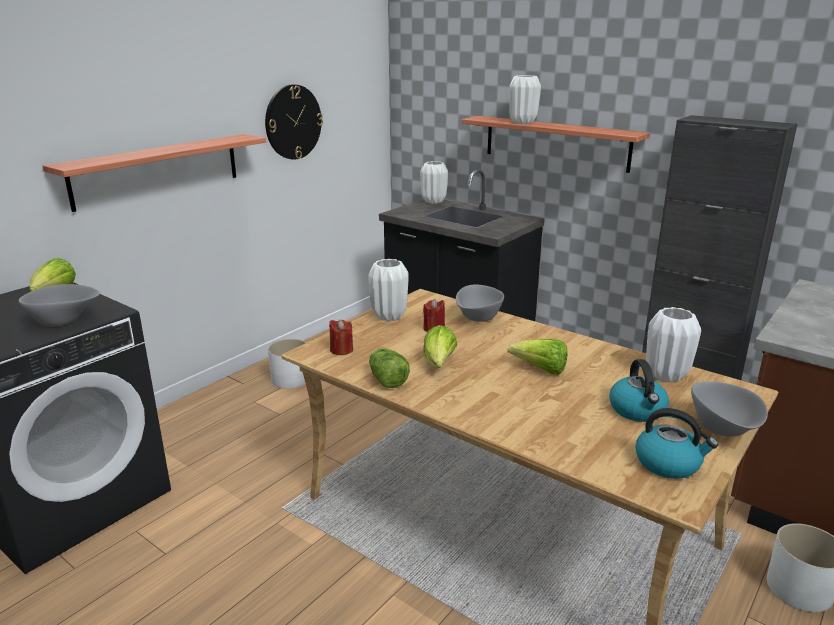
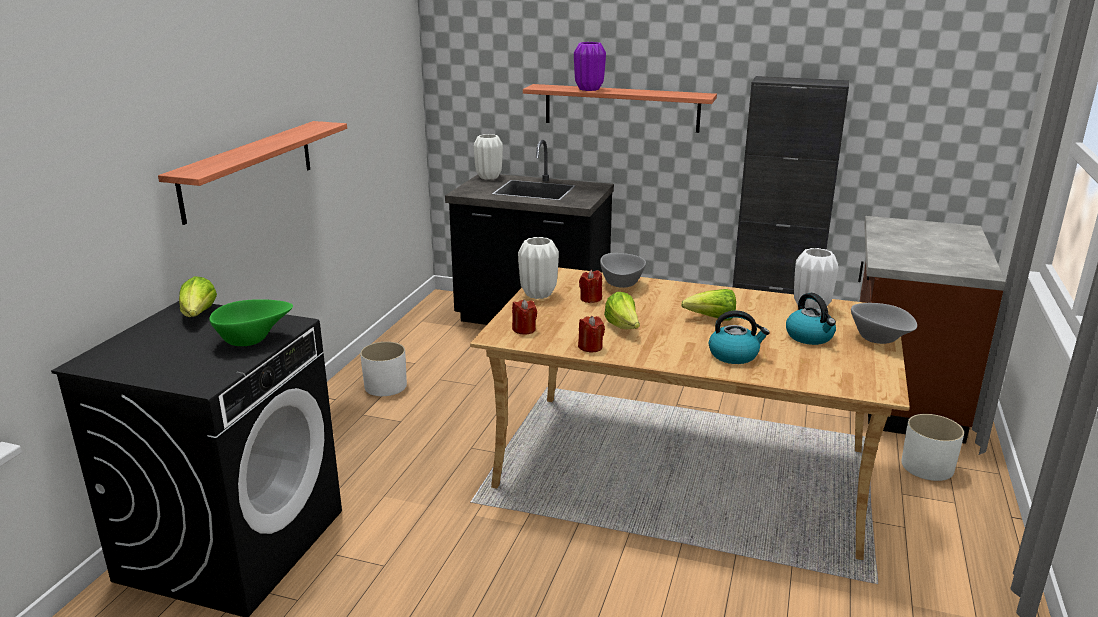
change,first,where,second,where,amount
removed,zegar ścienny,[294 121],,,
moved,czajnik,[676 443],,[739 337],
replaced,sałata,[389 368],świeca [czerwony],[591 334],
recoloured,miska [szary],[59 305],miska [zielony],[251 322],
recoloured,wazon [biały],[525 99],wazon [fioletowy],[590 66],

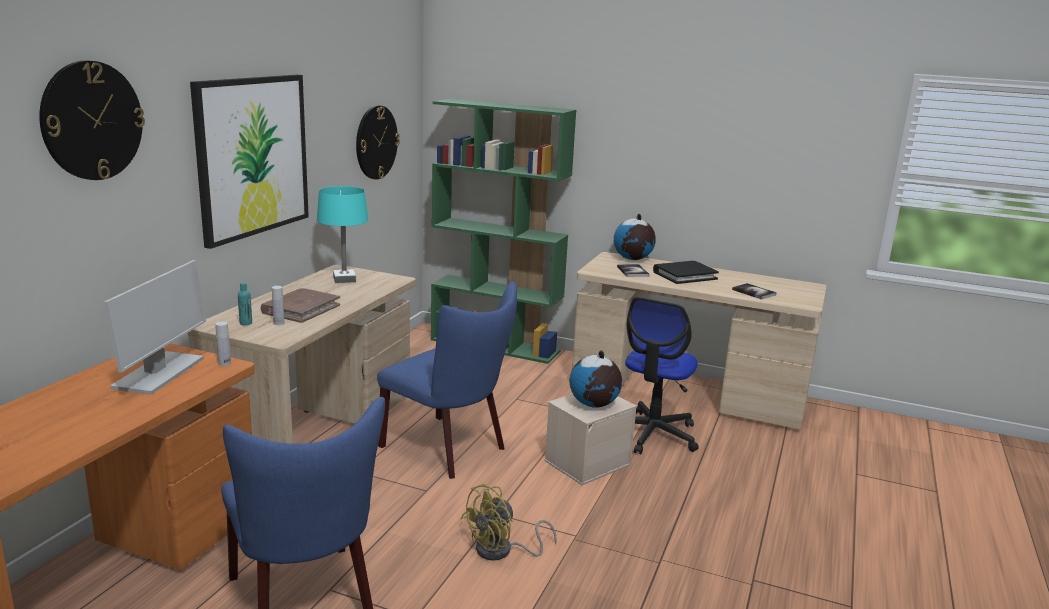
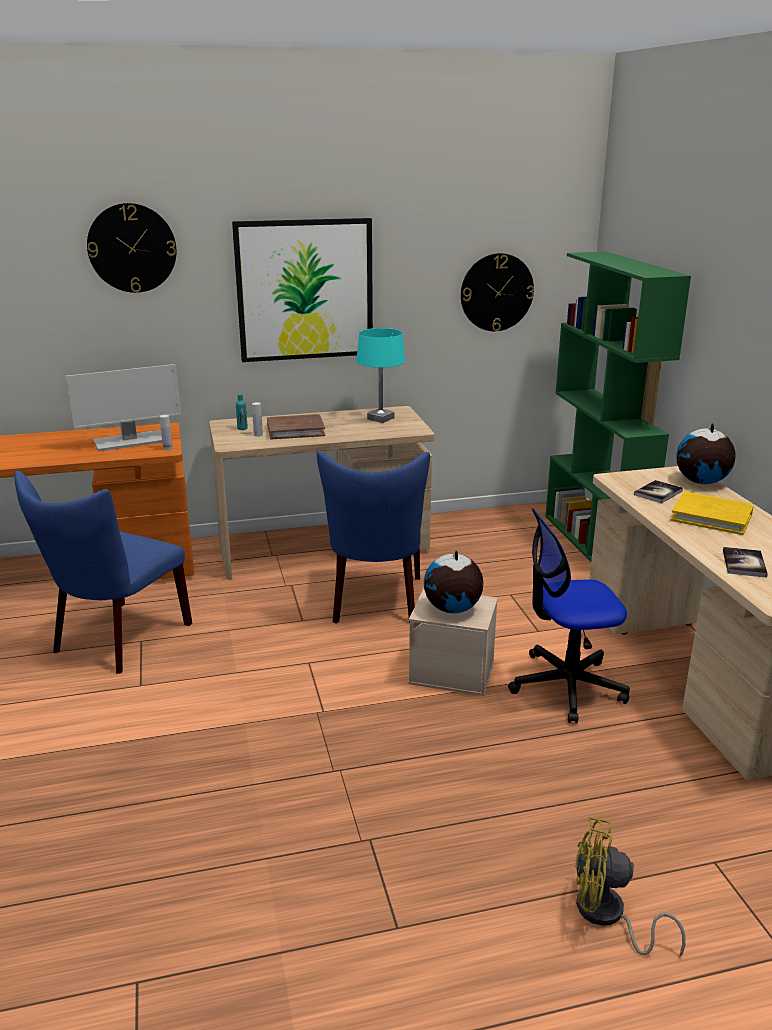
change,first,where,second,where,amount
moved,wentylator [żółty],[509 522],,[630 887],
recoloured,książka [czarny],[686 272],książka [żółty],[712 513],

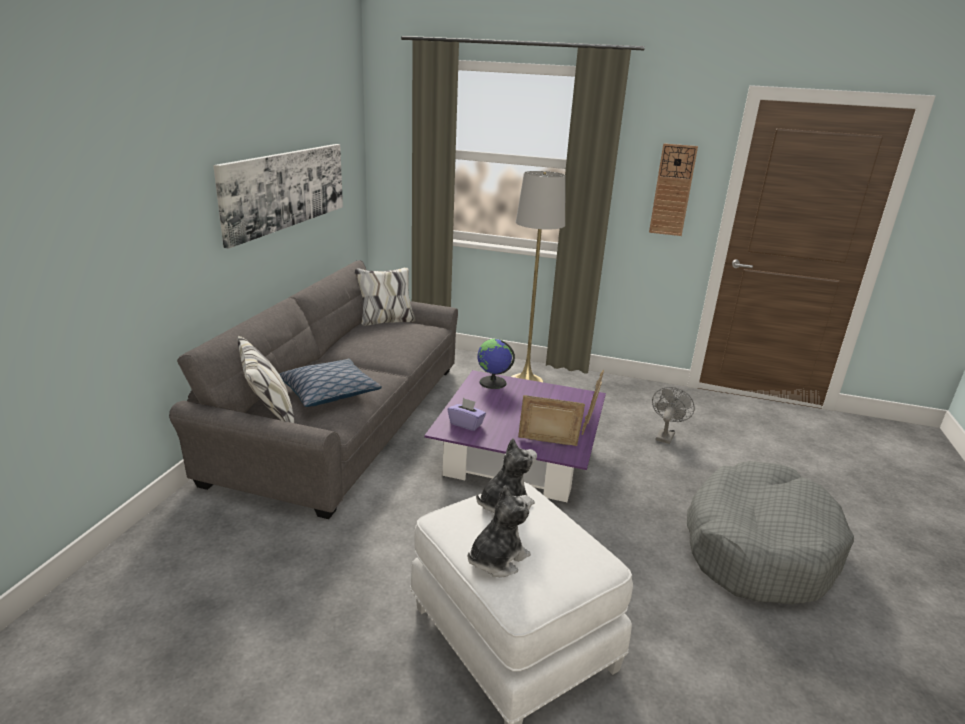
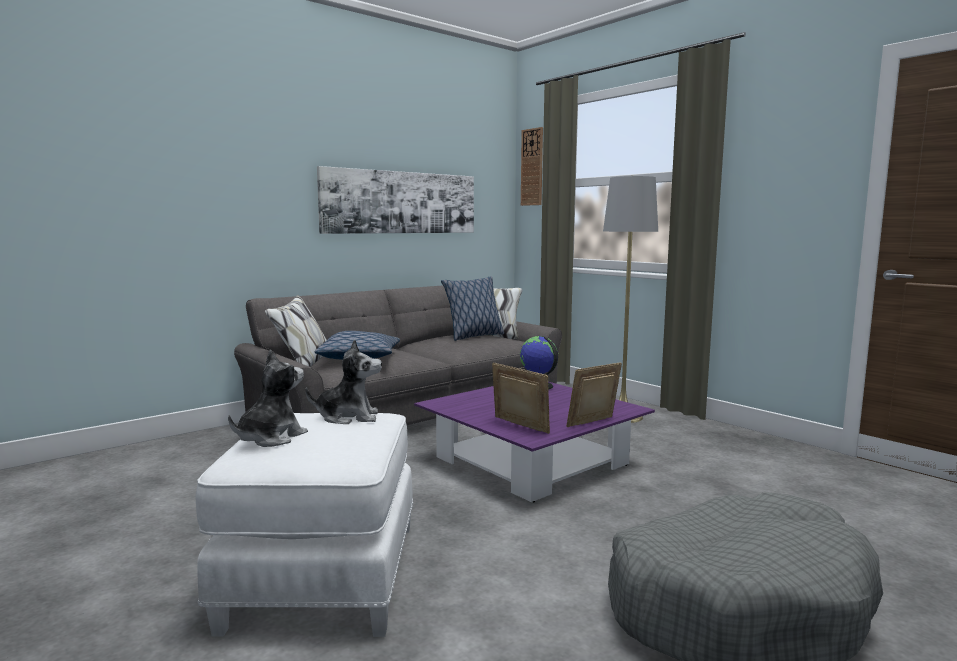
change,first,where,second,where,amount
removed,pudełko chusteczek [fioletowy],[467 414],,,
removed,wentylator [szary],[673 415],,,
added,,,poduszka,[472 308],
moved,zegar ścienny,[673 189],,[532 166],
turned,pluszak,[500 531],,[268 398],45 degrees counterclockwise

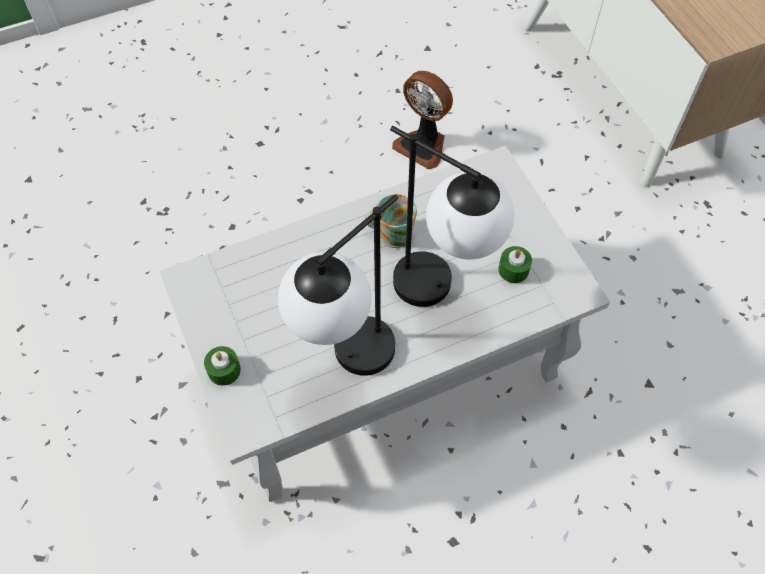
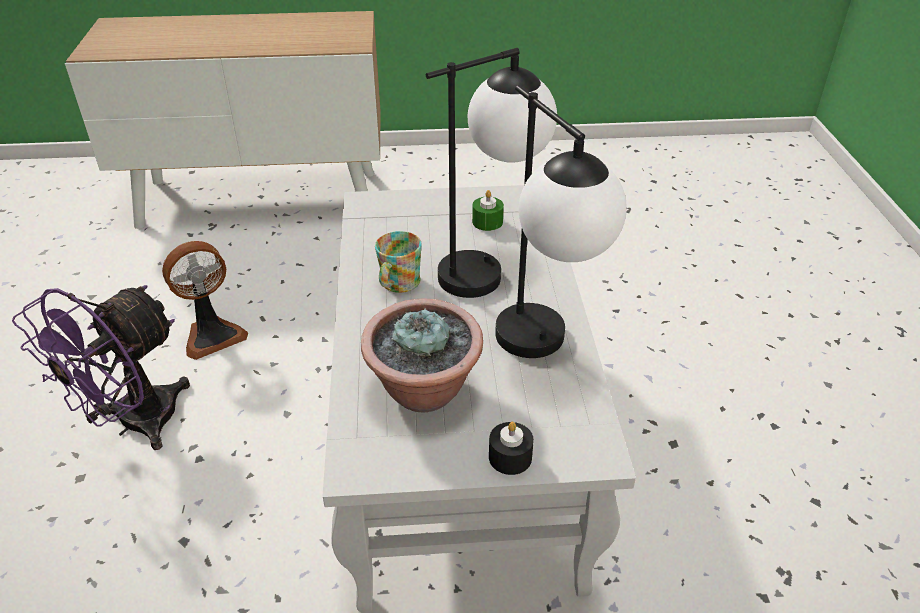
change,first,where,second,where,amount
added,,,wentylator [fioletowy],[101 367],
added,,,roślina doniczkowa,[422 355],
recoloured,świeca [zielony],[222 366],świeca [czarny],[511 448],

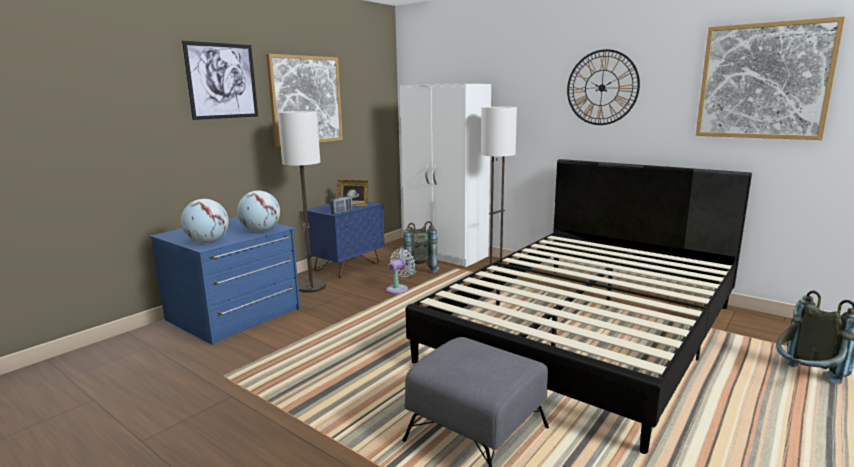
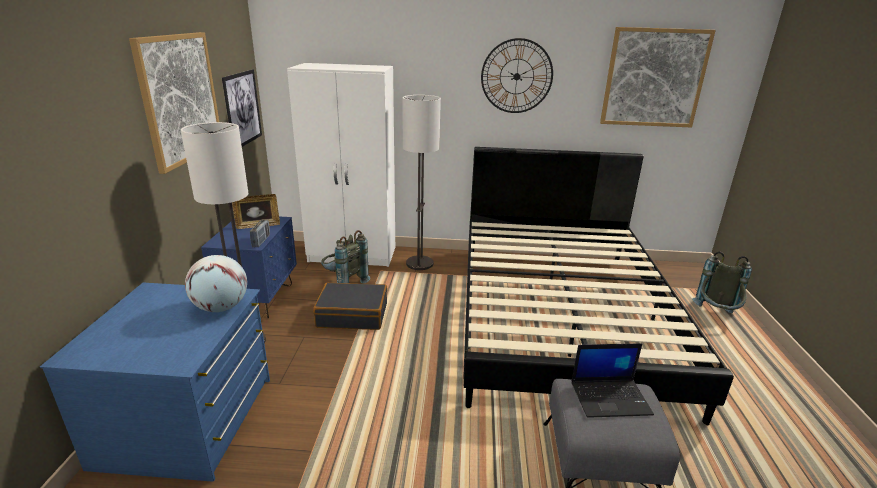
change,first,where,second,where,amount
removed,globus,[205 221],,,
added,,,laptop,[613 380],
moved,obraz,[220 80],,[242 108],
replaced,wentylator [biały],[400 271],walizka [czarny],[350 306],

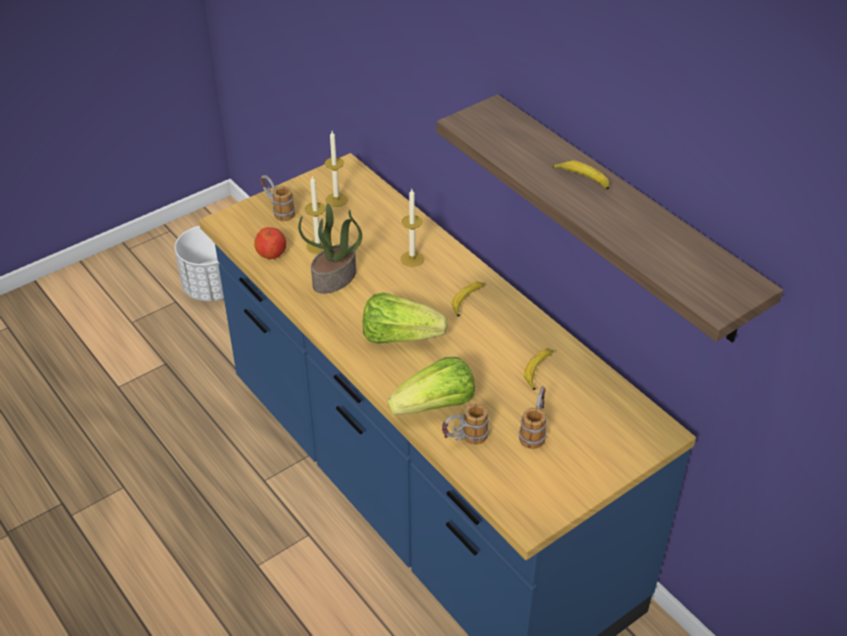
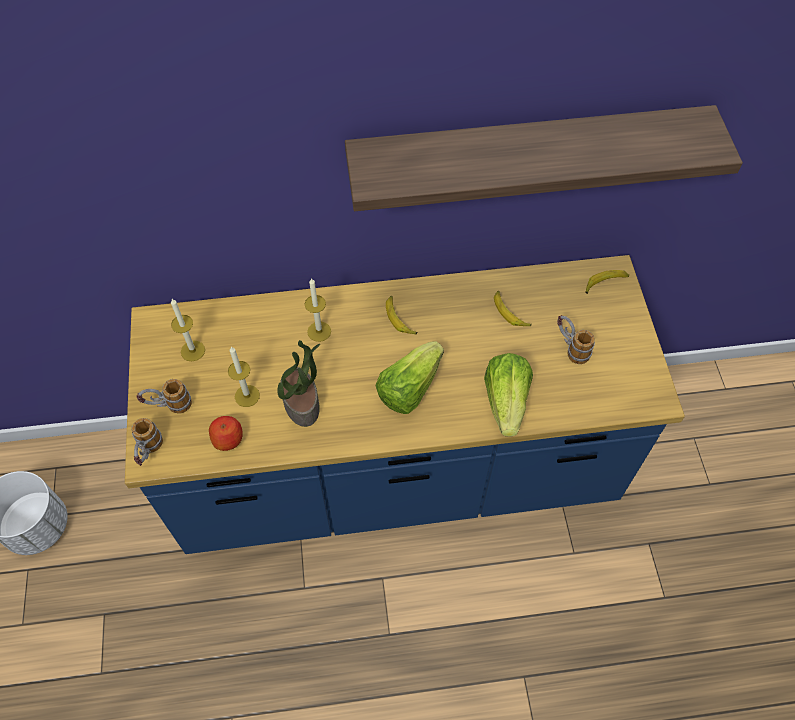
change,first,where,second,where,amount
moved,kubek,[465 424],,[147 442],
moved,banan,[581 175],,[607 282],

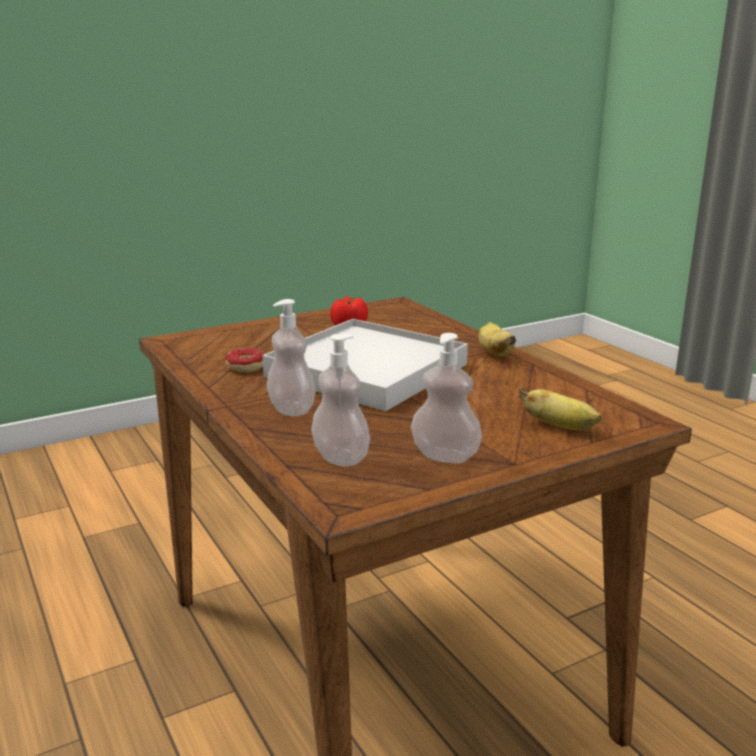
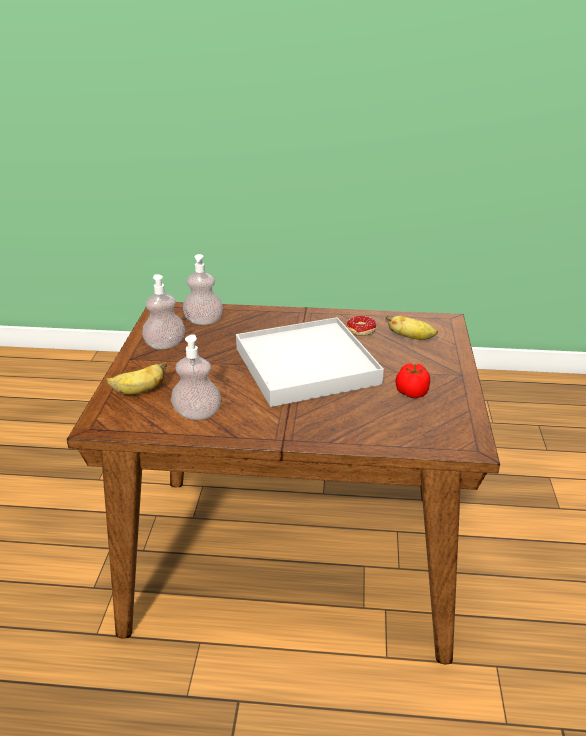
change,first,where,second,where,amount
moved,dozownik mydła,[291 357],,[196 377],
moved,banan,[497 339],,[412 327],

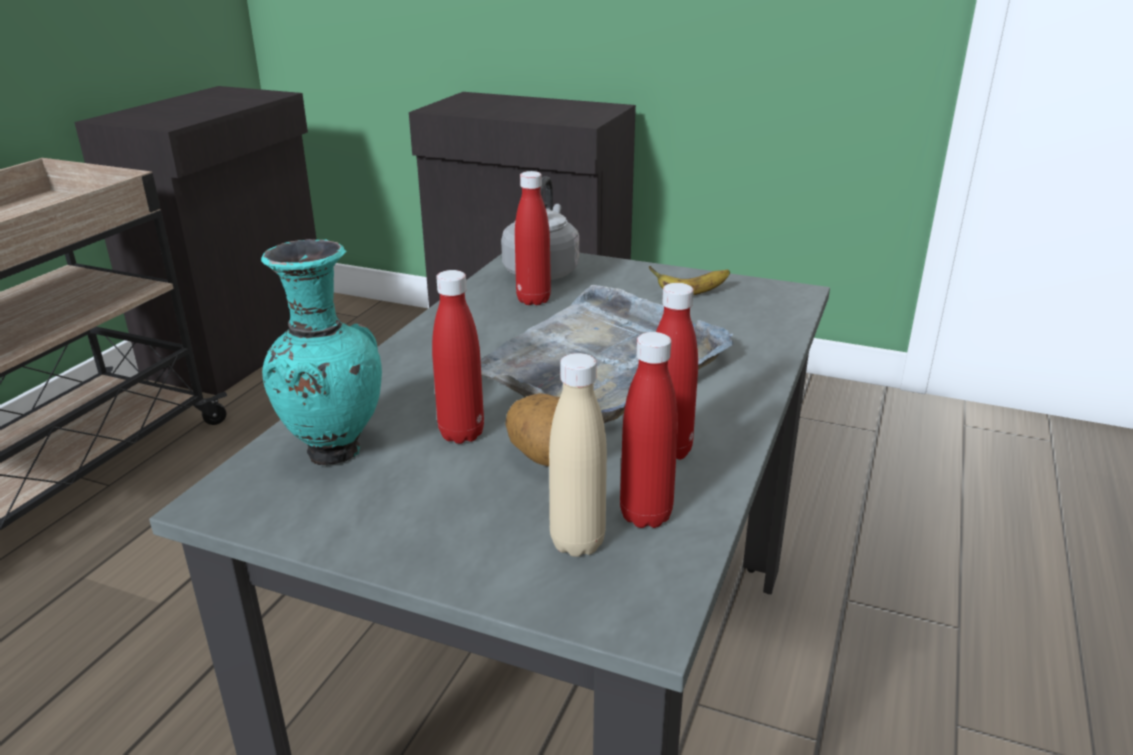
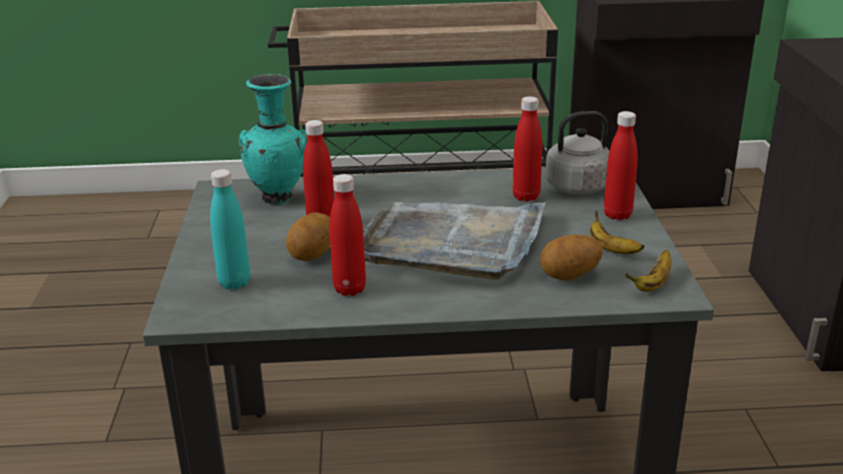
change,first,where,second,where,amount
added,,,ziemniak,[571 258],
added,,,banan,[648 271],
moved,butelka [czerwony],[649 430],,[621 165],
recoloured,butelka [beżowy],[578 455],butelka [turkusowy],[230 229],

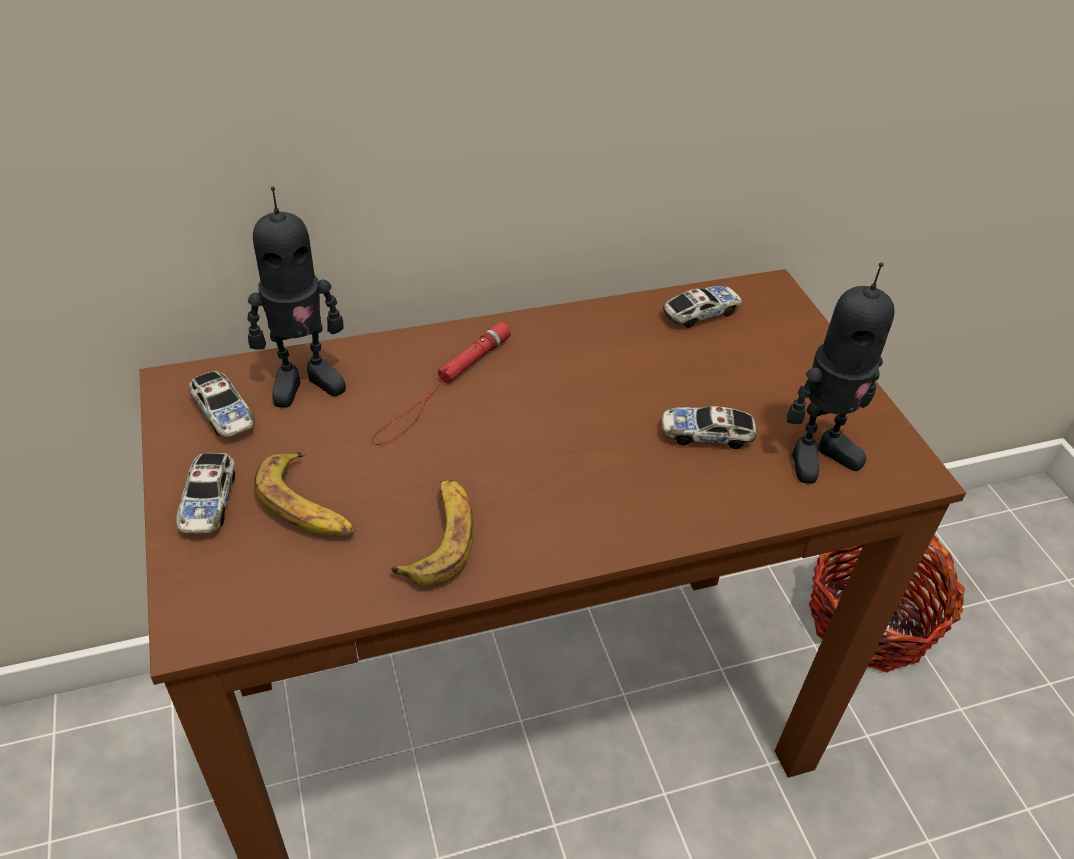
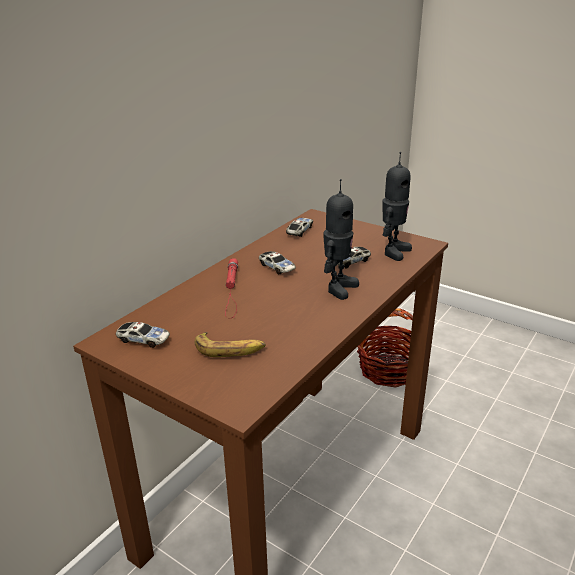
change,first,where,second,where,amount
removed,banan,[432 533],,,
moved,samochodzik,[205 493],,[277 262],
moved,robot zabawkowy,[296 297],,[341 239],

